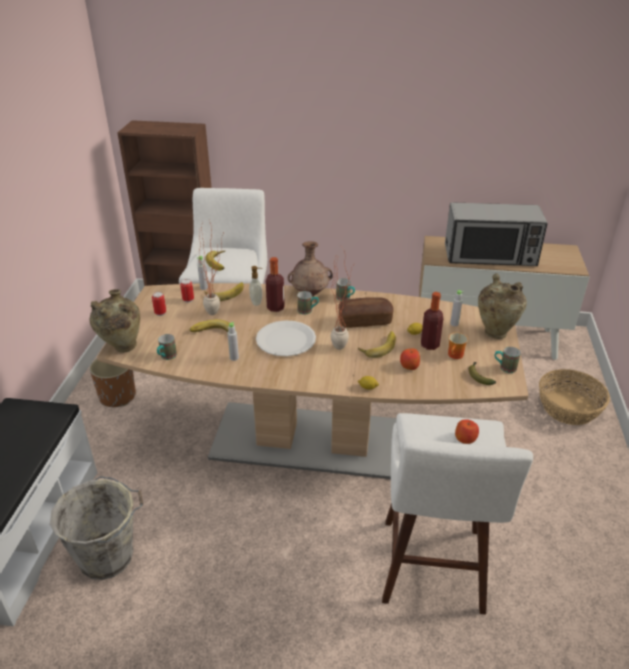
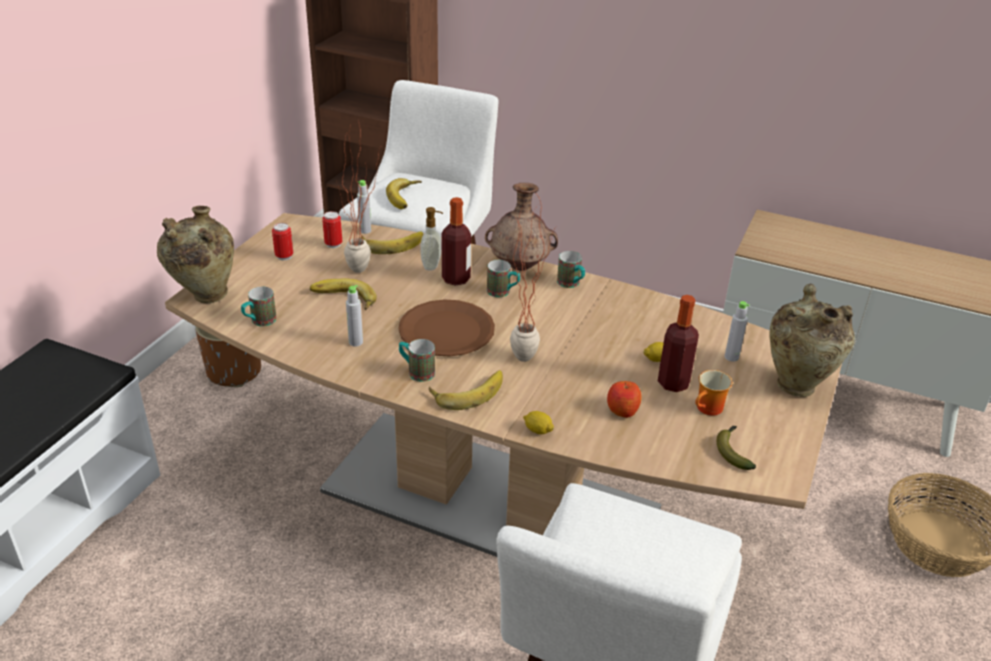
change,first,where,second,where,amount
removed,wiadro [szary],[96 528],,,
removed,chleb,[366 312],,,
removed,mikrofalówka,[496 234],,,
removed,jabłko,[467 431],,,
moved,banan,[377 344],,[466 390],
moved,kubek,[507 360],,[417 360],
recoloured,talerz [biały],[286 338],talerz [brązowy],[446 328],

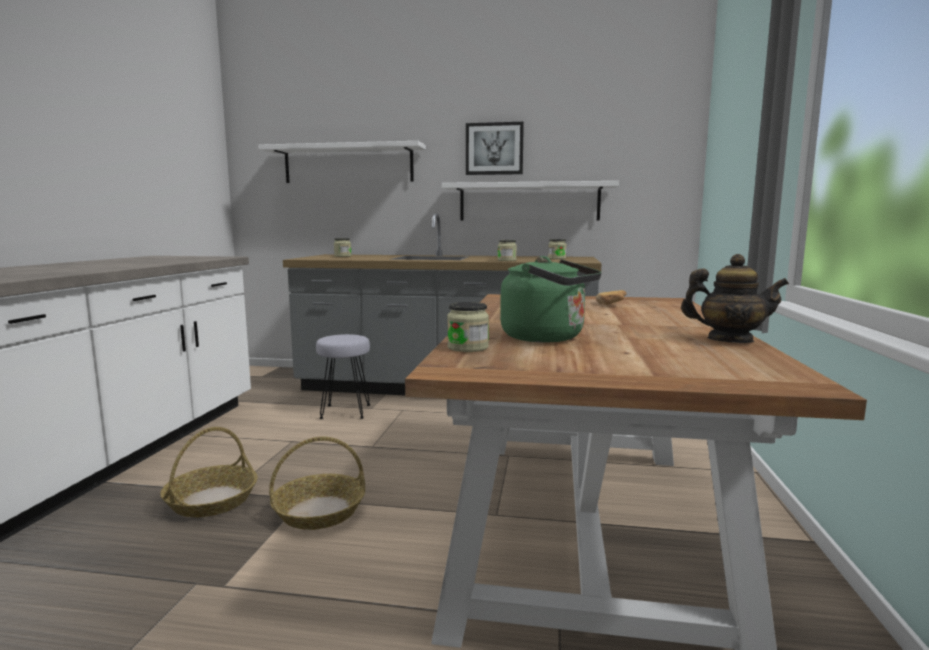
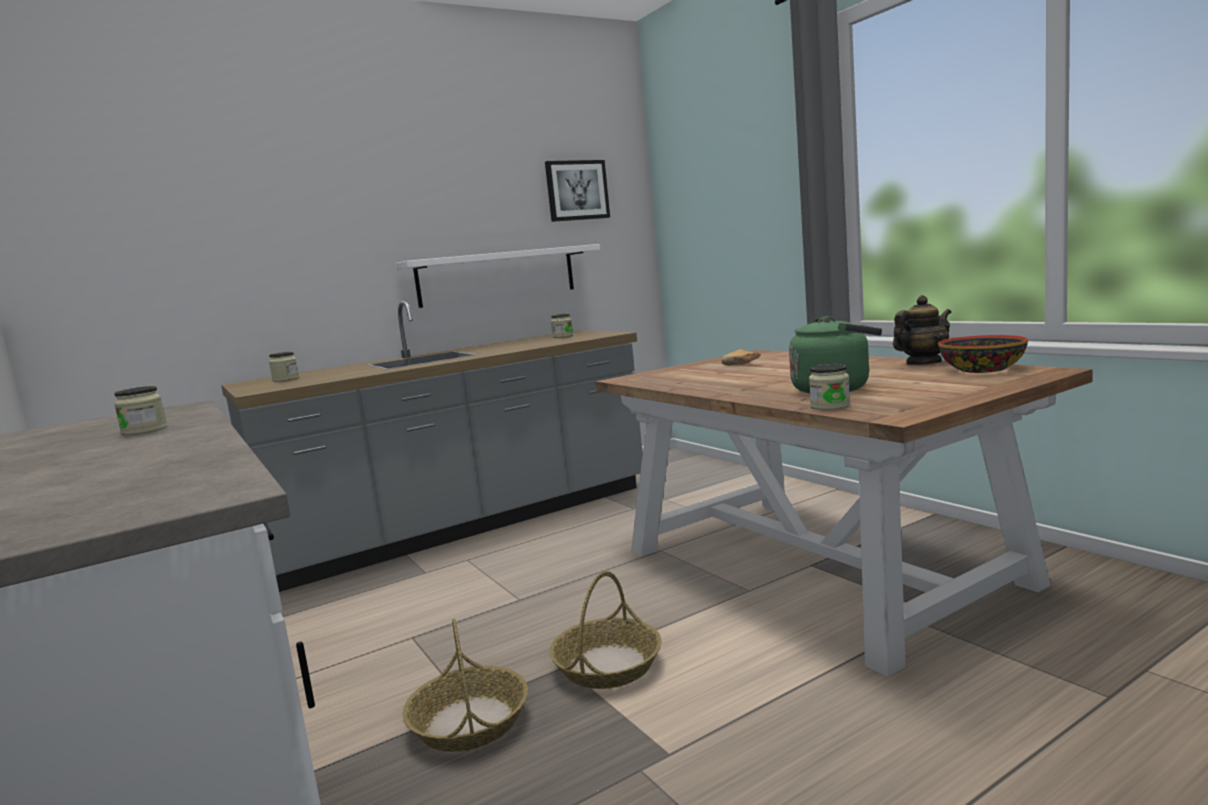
change,first,where,second,where,amount
removed,półka [biały],[342 162],,,
removed,stołek [szary],[343 376],,,
added,,,miska,[983 354],
moved,obraz,[495 148],,[577 191],
moved,słoik,[507 250],,[140 411],

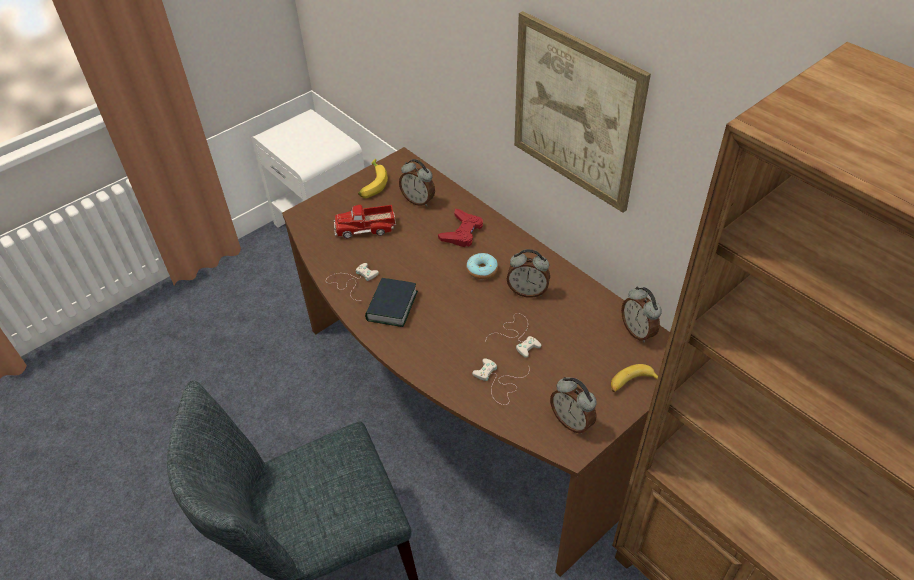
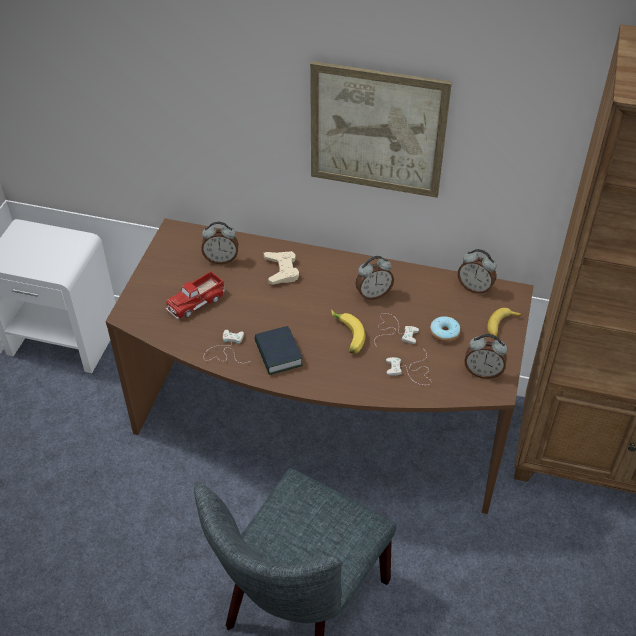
change,first,where,second,where,amount
moved,banan,[373 178],,[348 331],
moved,donut,[482 266],,[445 329],
recoloured,pad do gier [czerwony],[460 228],pad do gier [beżowy],[281 268],

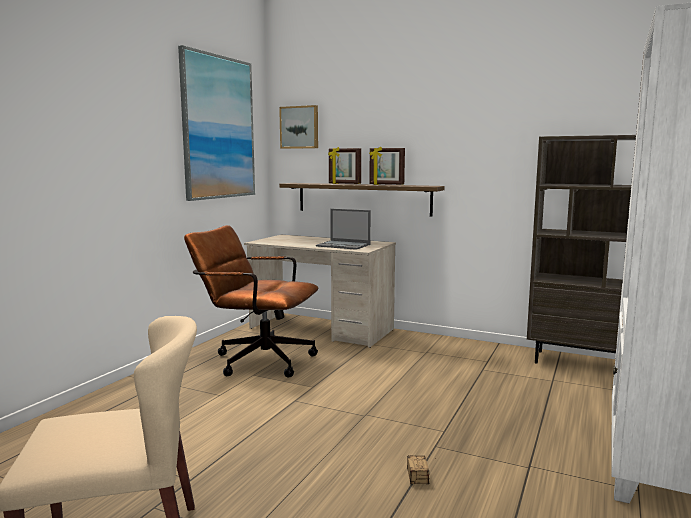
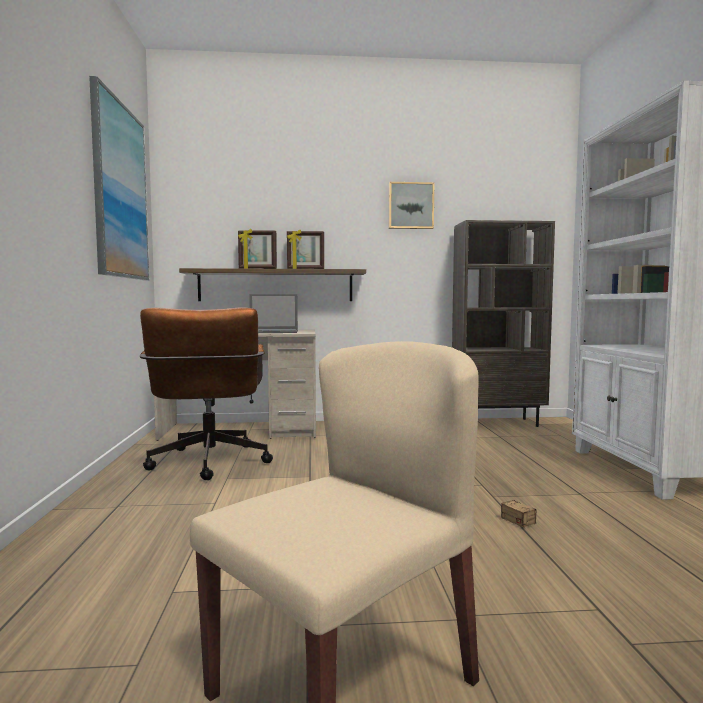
change,first,where,second,where,amount
moved,obraz,[298 127],,[411 205],
turned,krzesło biurowe [brązowy],[251 301],,[206 393],90 degrees counterclockwise

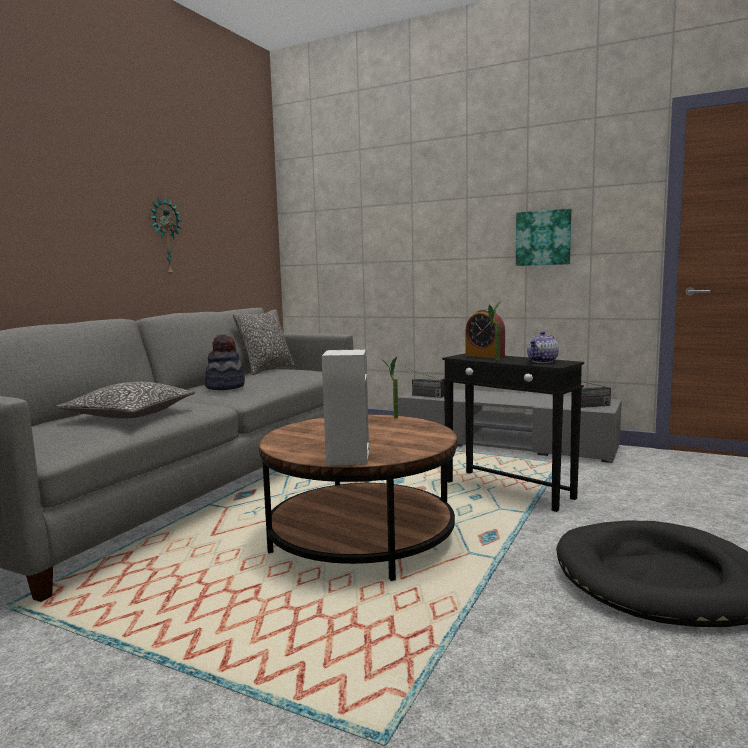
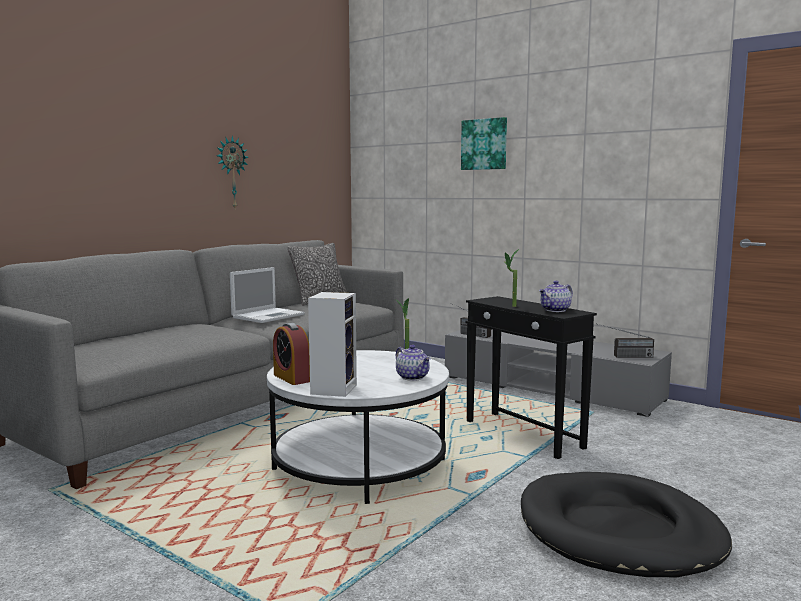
change,first,where,second,where,amount
removed,poduszka,[125 400],,,
added,,,imbryk,[413 363],
moved,budzik,[485 333],,[291 354],
moved,obraz,[544 237],,[484 143],
replaced,kapelusz,[225 362],laptop,[267 295],
recoloured,ława [brązowy],[358 497],ława [biały],[358 427],

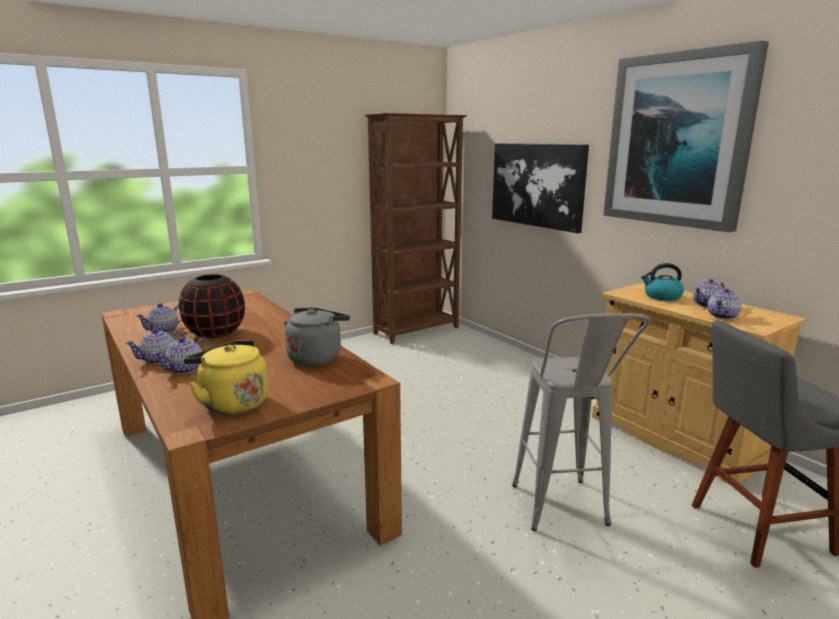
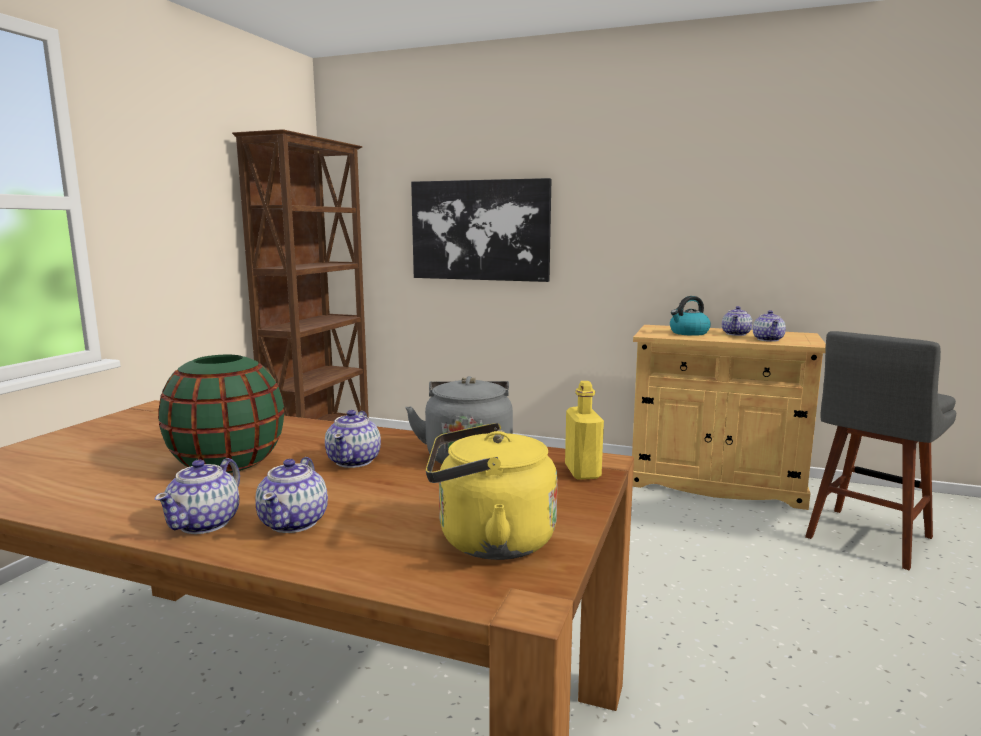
change,first,where,second,where,amount
removed,stołek [szary],[581 422],,,
removed,obraz,[686 136],,,
added,,,butelka [żółty],[584 430],
moved,imbryk,[159 318],,[353 439],
recoloured,wazon [czarny],[212 306],wazon [zielony],[221 414],

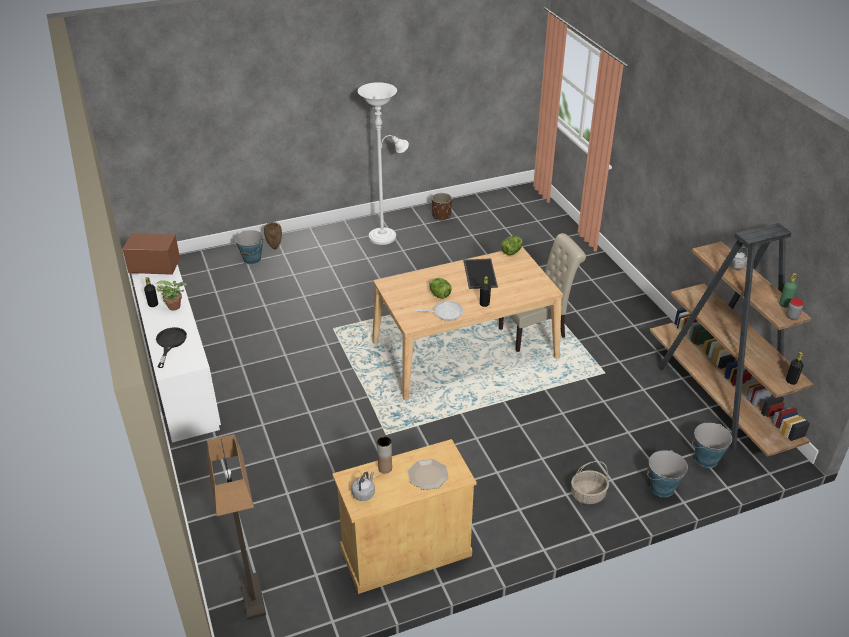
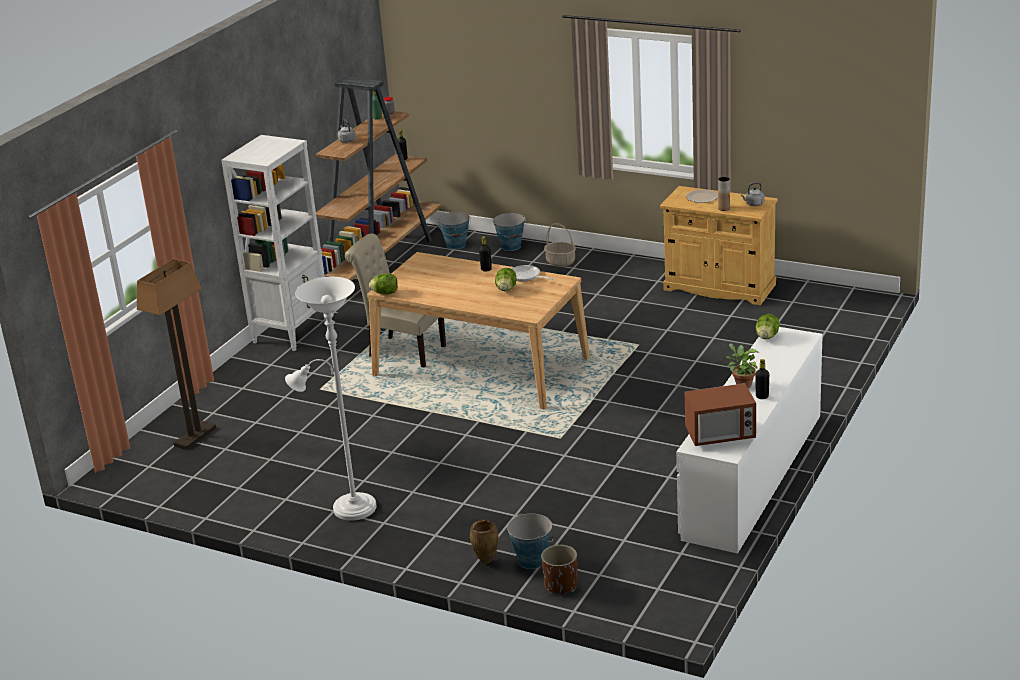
change,first,where,second,where,amount
removed,patelnia [czarny],[171 347],,,
removed,taca,[481 273],,,
added,,,regał [biały],[274 243],
added,,,sałata,[767 326],
moved,lampa stojąca,[236 527],,[176 354],
moved,donica [brązowy],[442 207],,[559 569],
turned,mikrofalówka,[151 254],,[720 414],60 degrees counterclockwise

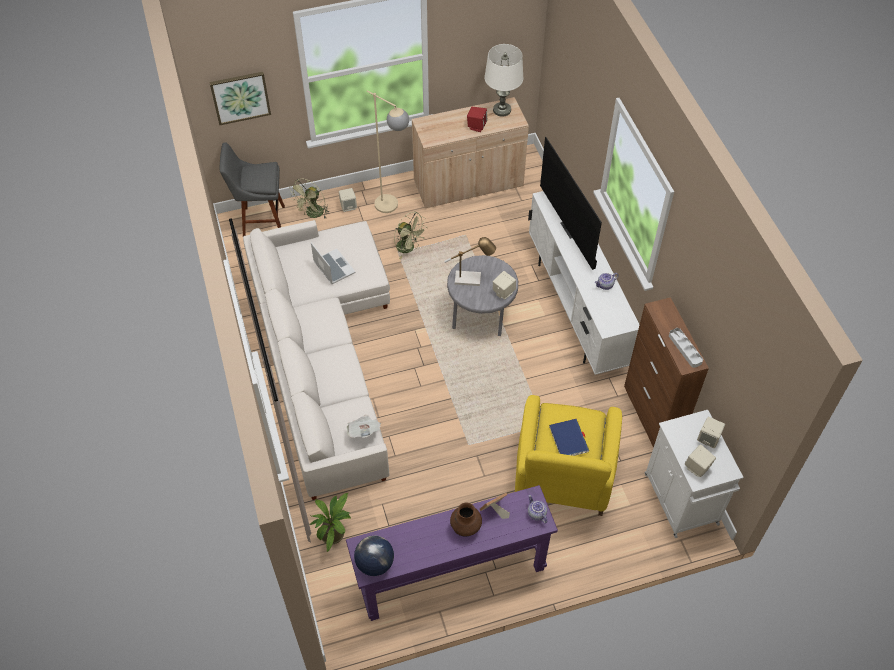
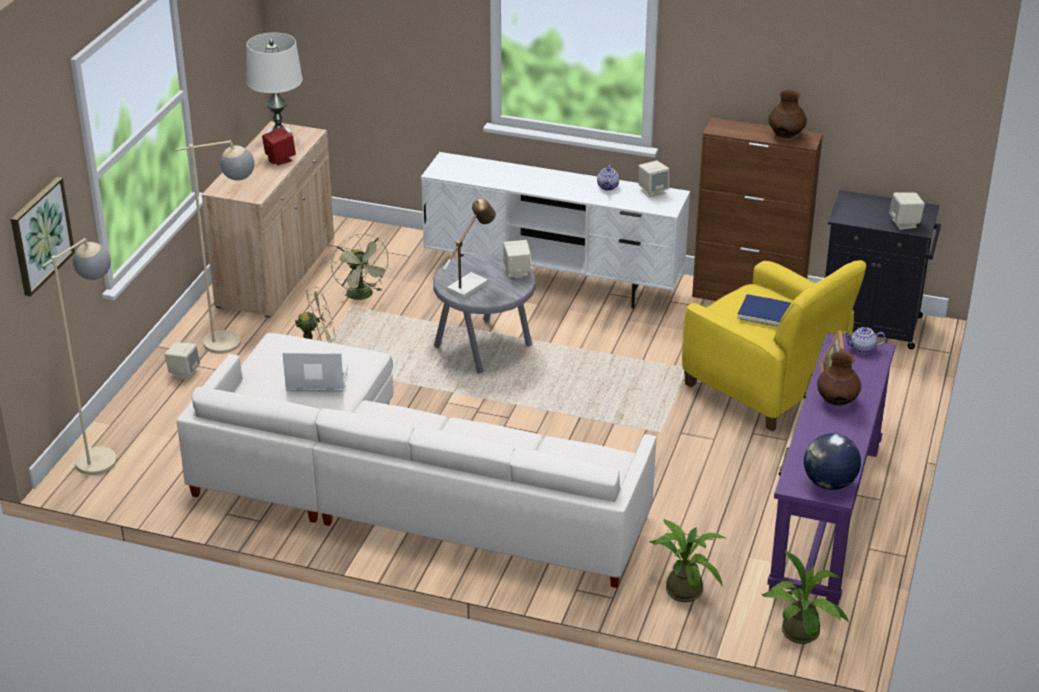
change,first,where,second,where,amount
removed,gazeta,[364 426],,,
removed,telewizor,[571 203],,,
added,,,roślina doniczkowa,[805 597],
moved,wentylator [zielony],[309 198],,[361 268],
moved,głośnik [beżowy],[711 432],,[653 179],
replaced,stołek [szary],[252 189],lampa stojąca [beżowy],[79 356],
replaced,taca [szary],[686 348],wazon [brązowy],[788 114],
recoloured,szafka [biały],[694 474],szafka [czarny],[883 269],

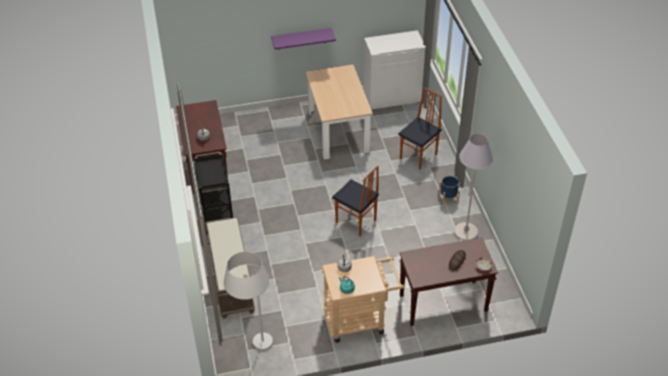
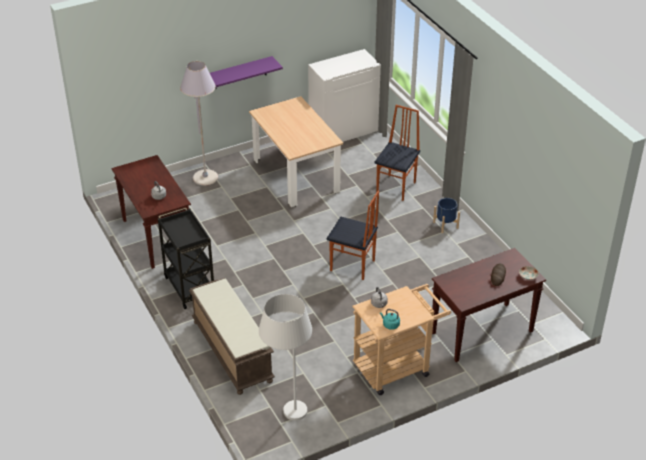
change,first,where,second,where,amount
moved,lampa stojąca [szary],[474 187],,[199 123],

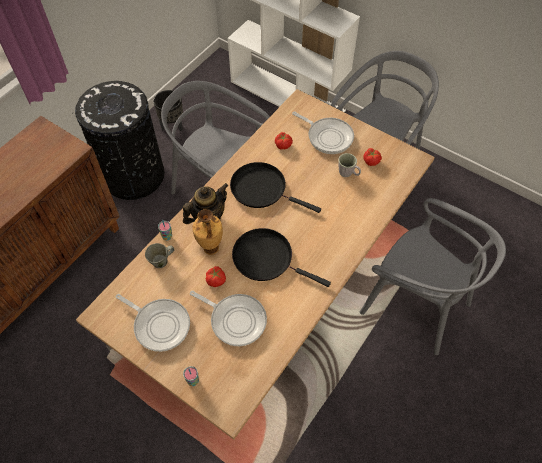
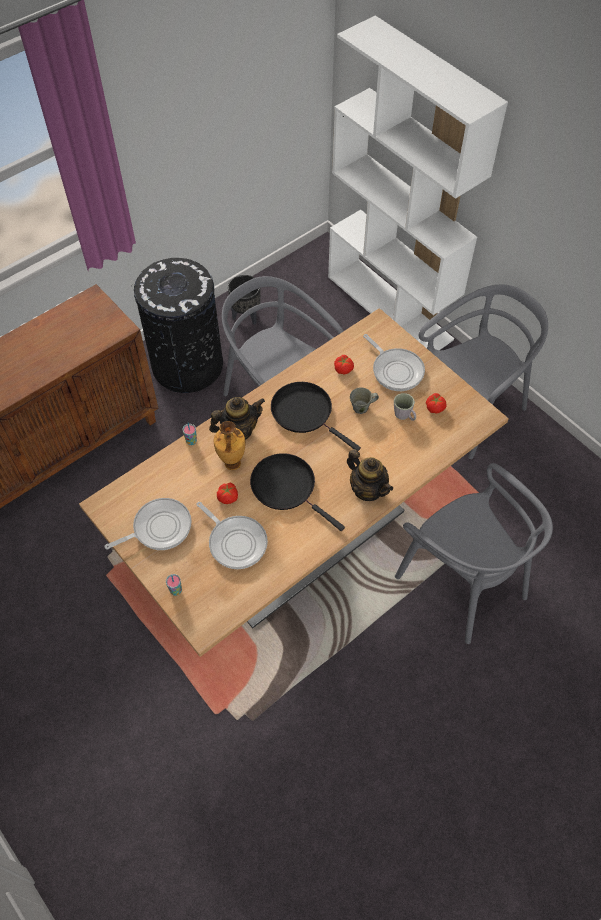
change,first,where,second,where,amount
added,,,imbryk,[370 475],
moved,kubek [szary],[159 255],,[364 400],
turned,patelnia,[152 323],,[148 524],75 degrees counterclockwise

